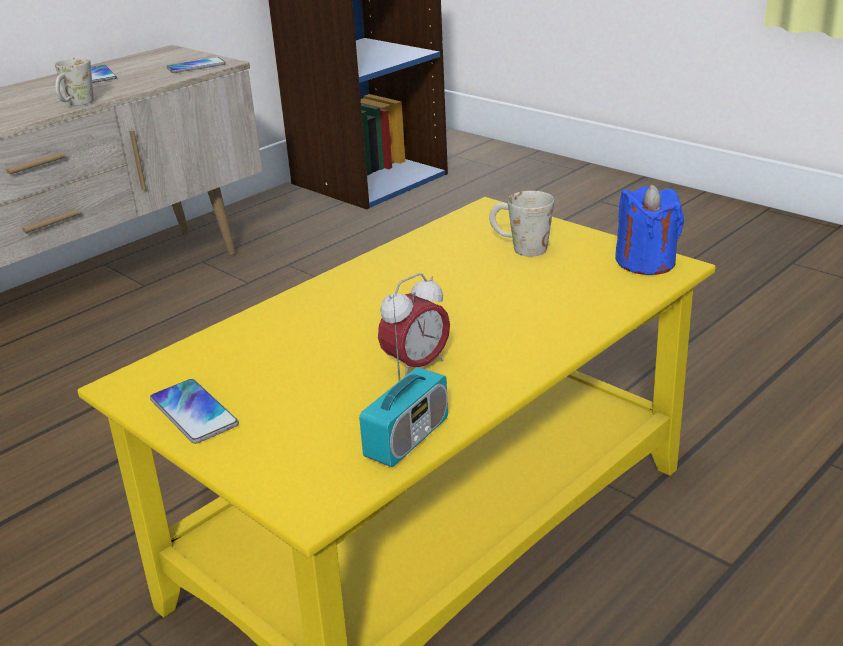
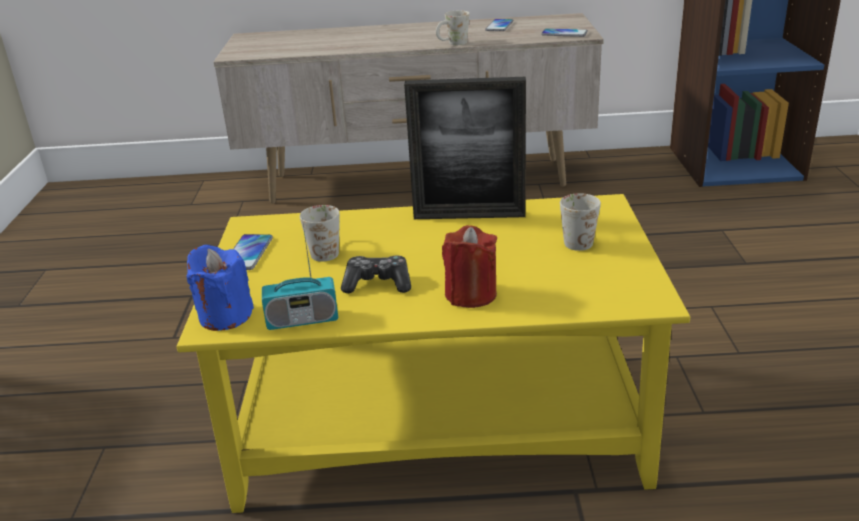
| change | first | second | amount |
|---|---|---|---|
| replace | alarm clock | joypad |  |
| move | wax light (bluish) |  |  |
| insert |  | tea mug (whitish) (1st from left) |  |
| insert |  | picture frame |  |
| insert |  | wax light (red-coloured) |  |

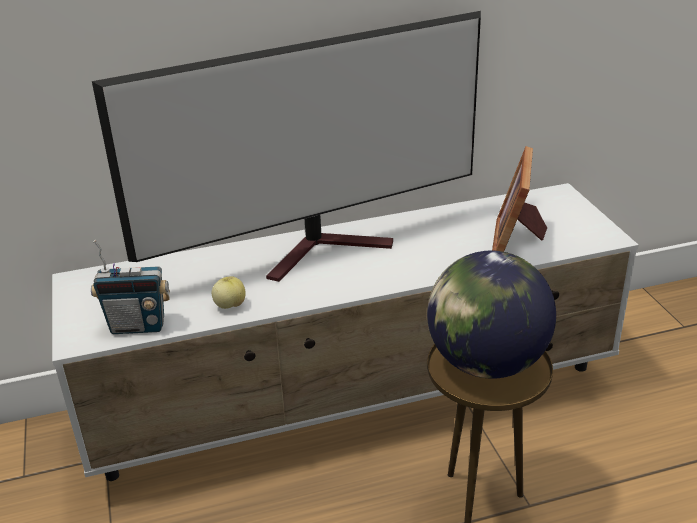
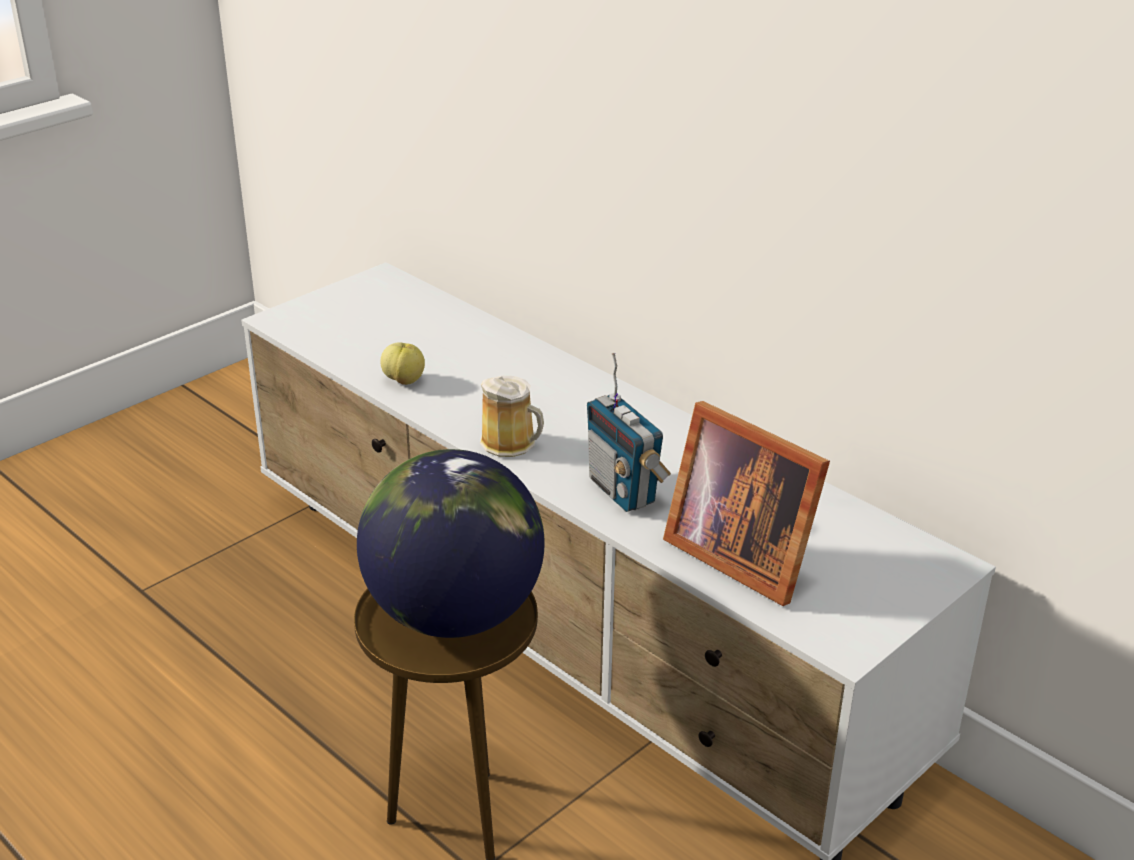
| change | first | second | amount |
|---|---|---|---|
| move | radio |  |  |
| delete | TV set |  |  |
| rotate | picture frame |  | 120 degrees counterclockwise |
| insert |  | tea mug |  |

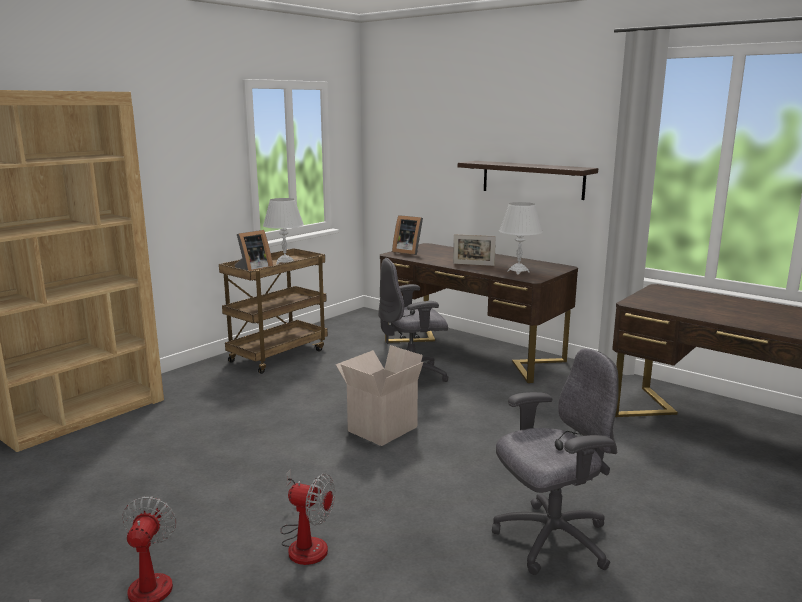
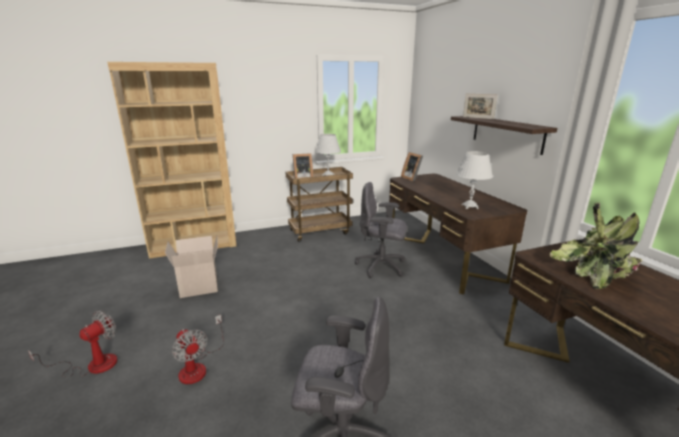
| change | first | second | amount |
|---|---|---|---|
| move | carton |  |  |
| move | picture frame (3rd from left) |  |  |
| insert |  | potted plant |  |

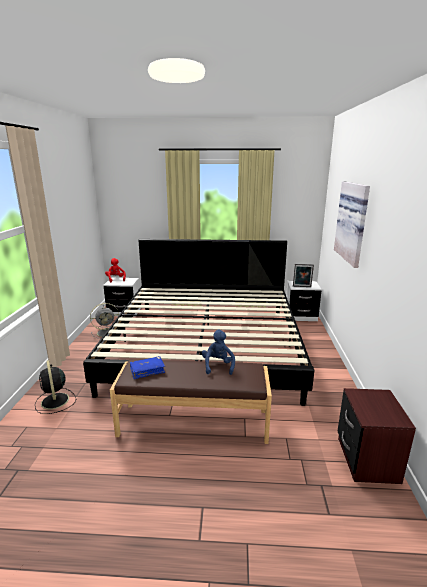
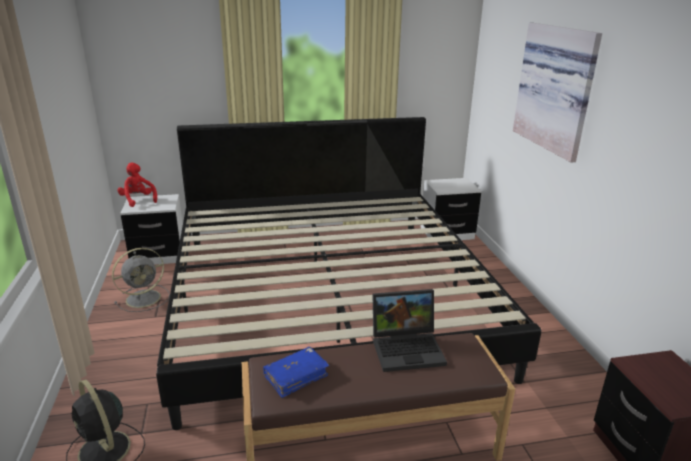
| change | first | second | amount |
|---|---|---|---|
| replace | plush toy (bluish) | laptop |  |
| delete | picture frame |  |  |

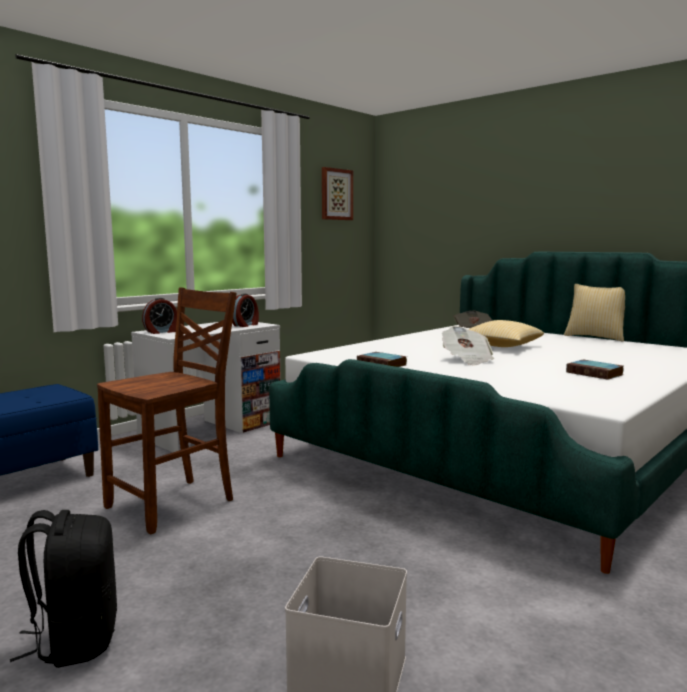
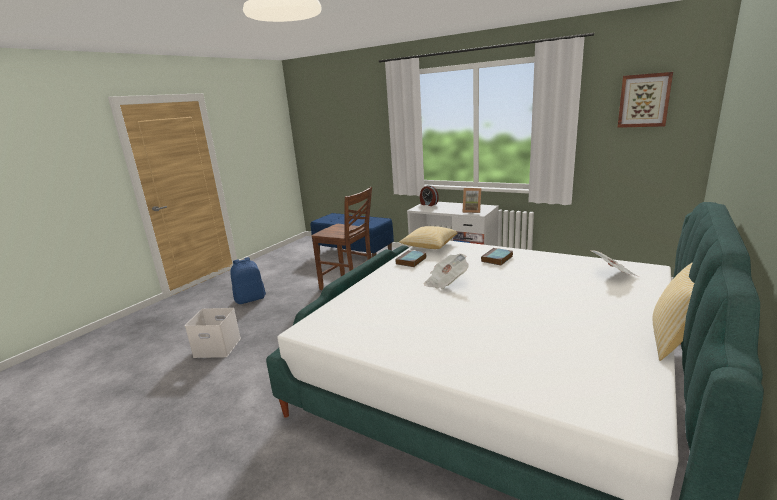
| change | first | second | amount |
|---|---|---|---|
| recolor | knapsack (black) | knapsack (bluish) |  |
| replace | alarm clock (2nd from left) | picture frame |  |
| move | throw pillow (1st from left) |  |  |
| move | bound book (2nd from left) |  |  |

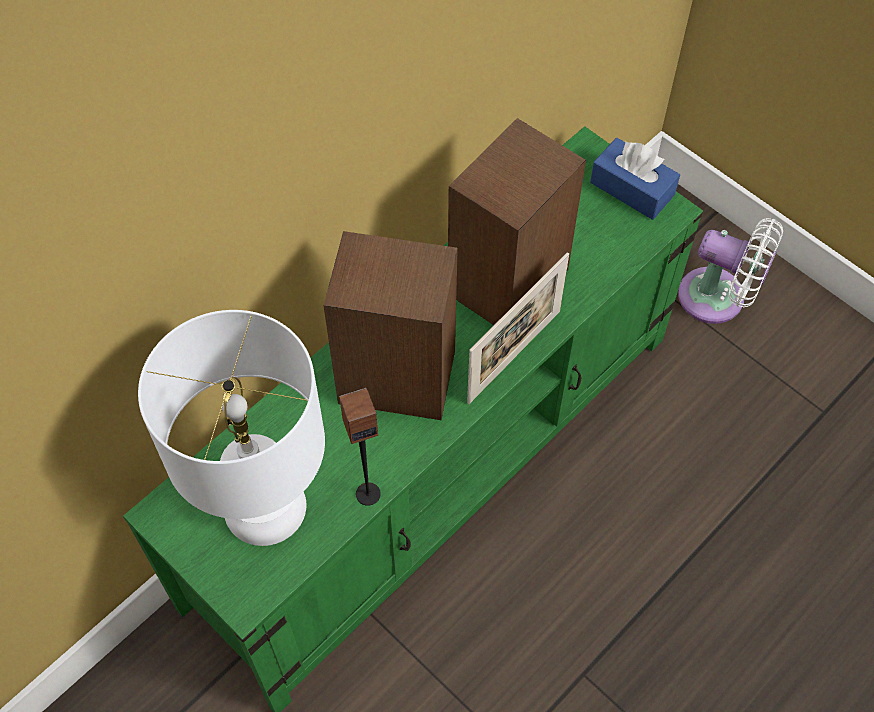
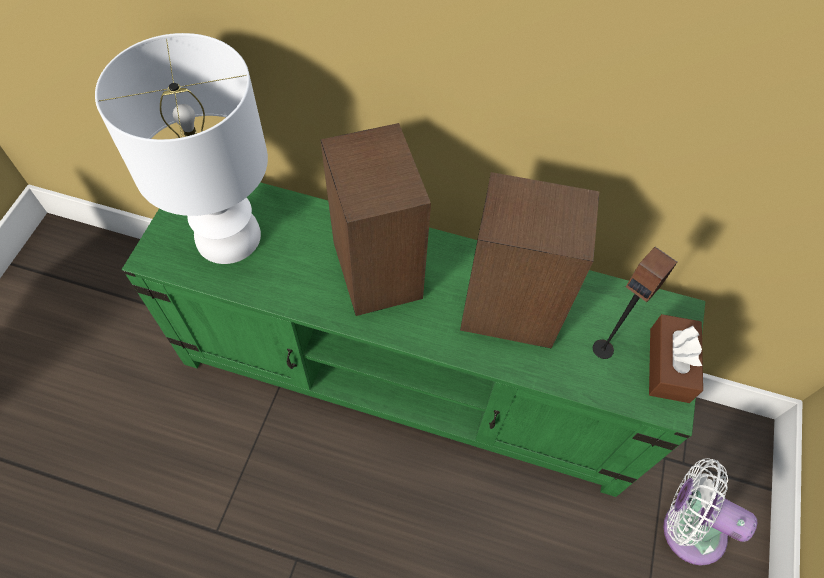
| change | first | second | amount |
|---|---|---|---|
| move | speaker (1st from left in the first image) | speaker (3rd from left) |  |
| delete | picture frame |  |  |
| recolor | tissue holder (bluish) | tissue holder (brown) |  |
| rotate | fan (whitish) |  | 120 degrees clockwise |

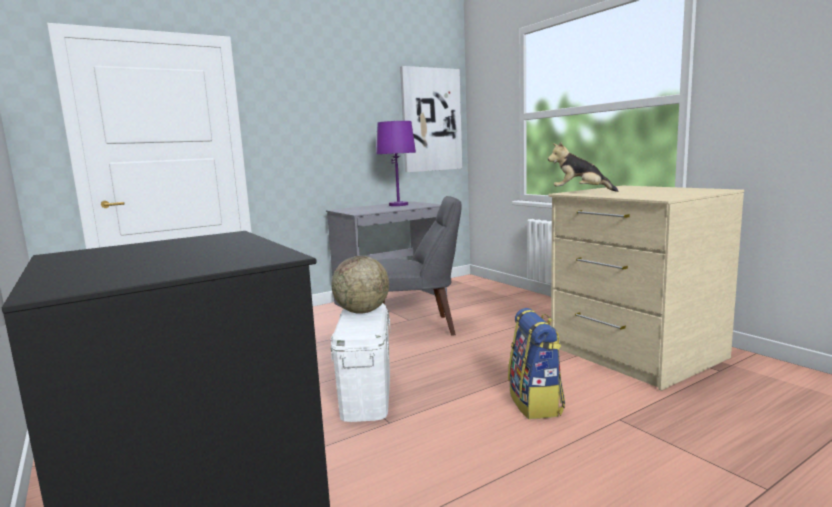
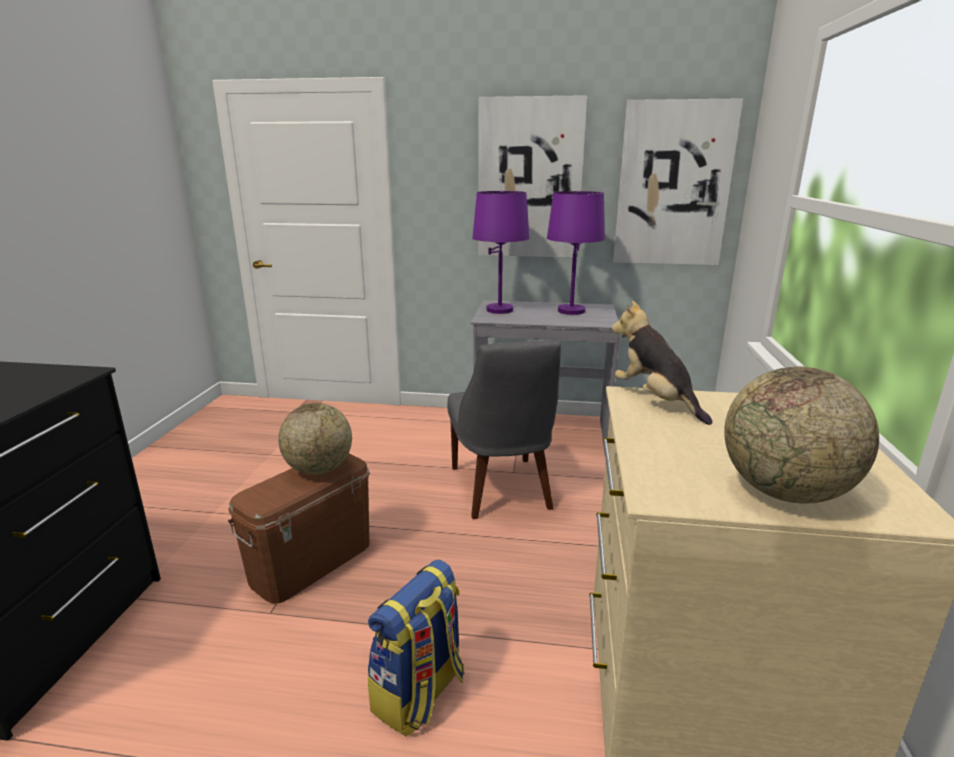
| change | first | second | amount |
|---|---|---|---|
| recolor | storage bin (whitish) | storage bin (brown) |  |
| rotate | plain chair (grey) |  | 45 degrees clockwise |
| insert |  | table lamp (purple) (1st from left) |  |
| insert |  | wall art (1st from left) |  |
| insert |  | world globe (2nd from left) |  |

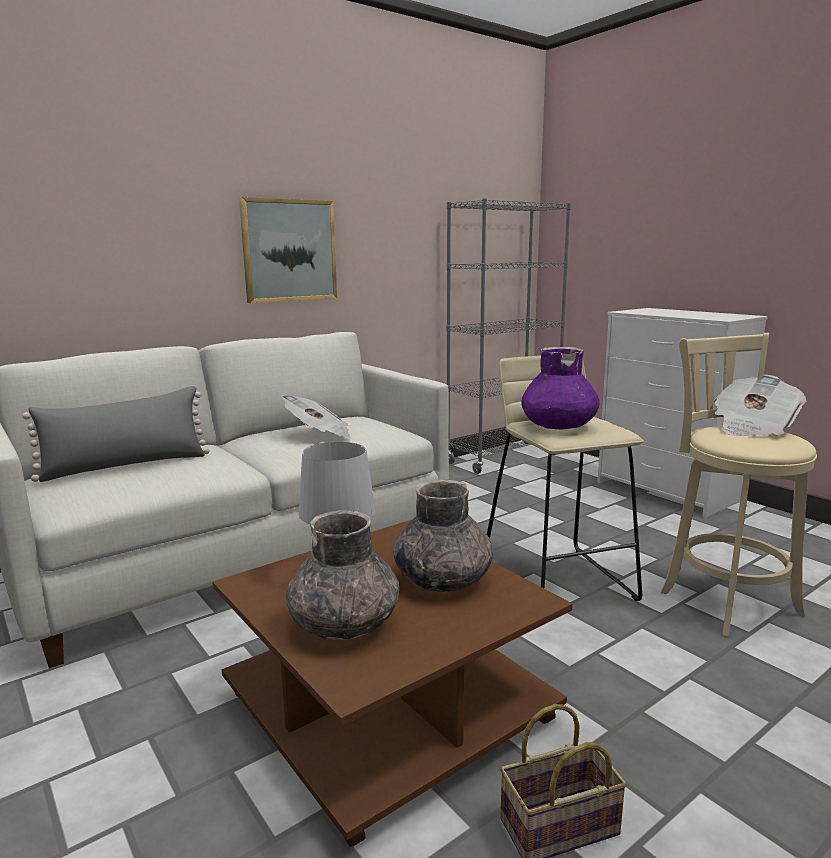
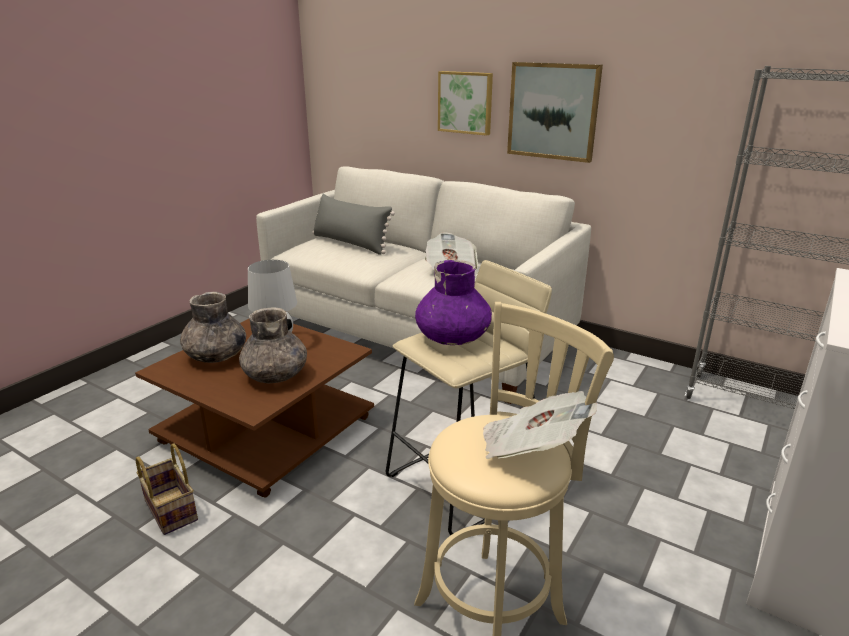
| change | first | second | amount |
|---|---|---|---|
| insert |  | wall art (1st from left) |  |

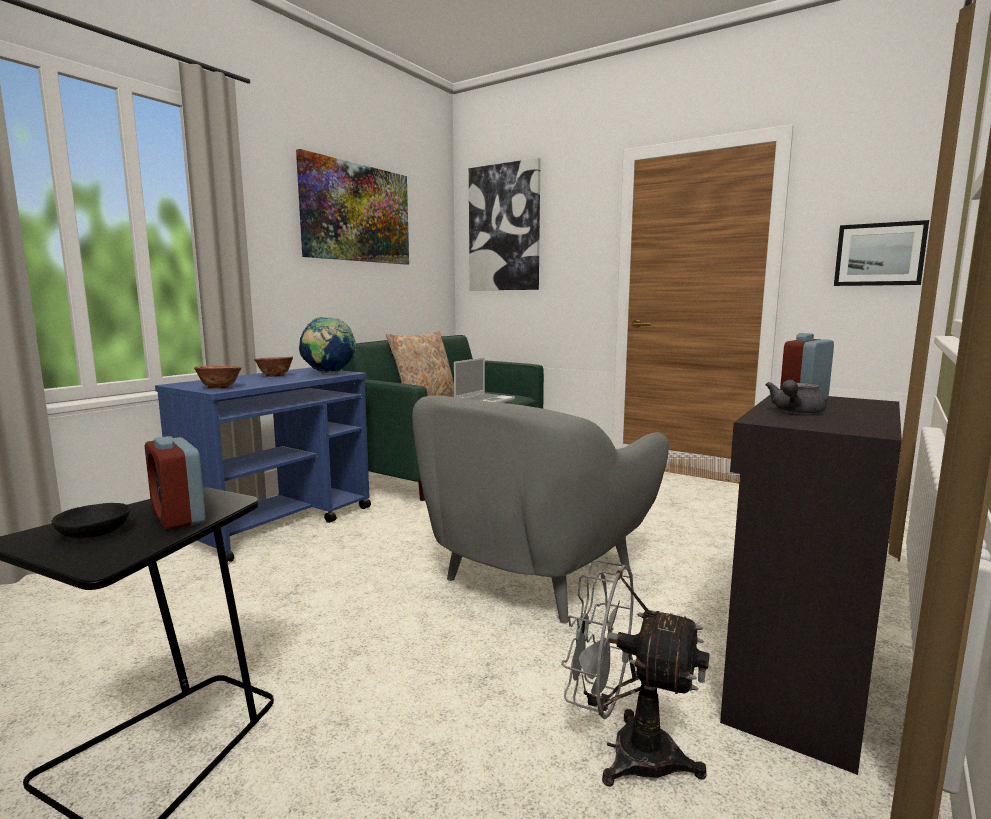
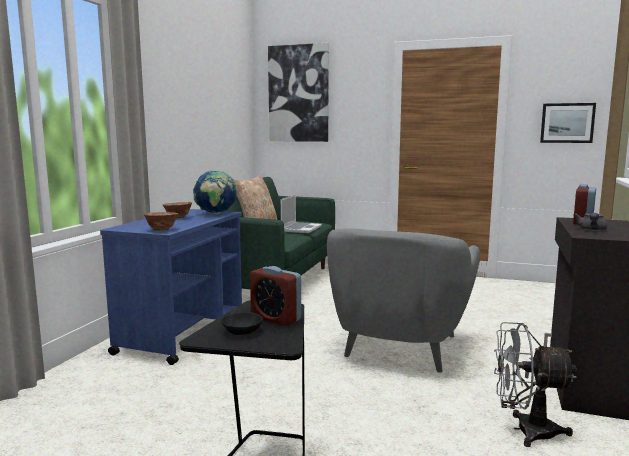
| change | first | second | amount |
|---|---|---|---|
| delete | wall art (1st from left) |  |  |

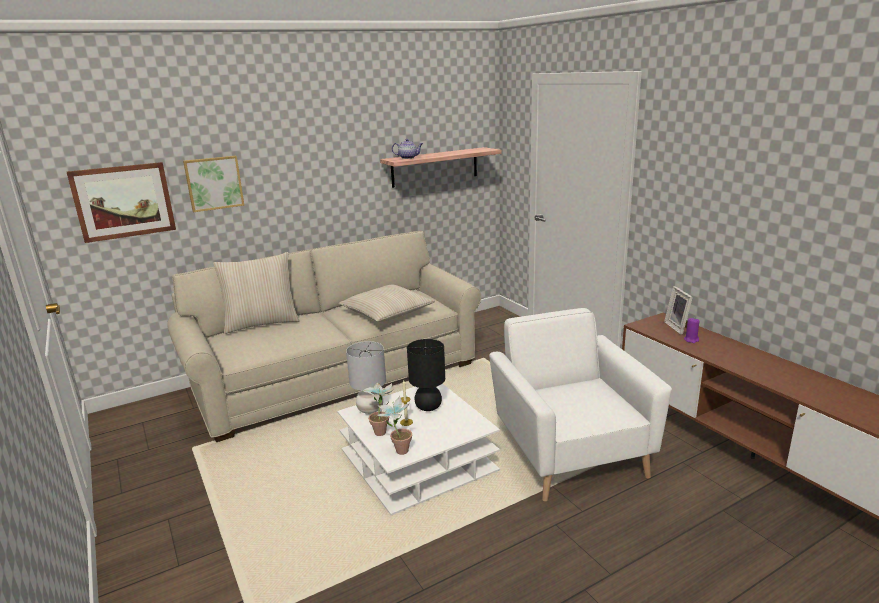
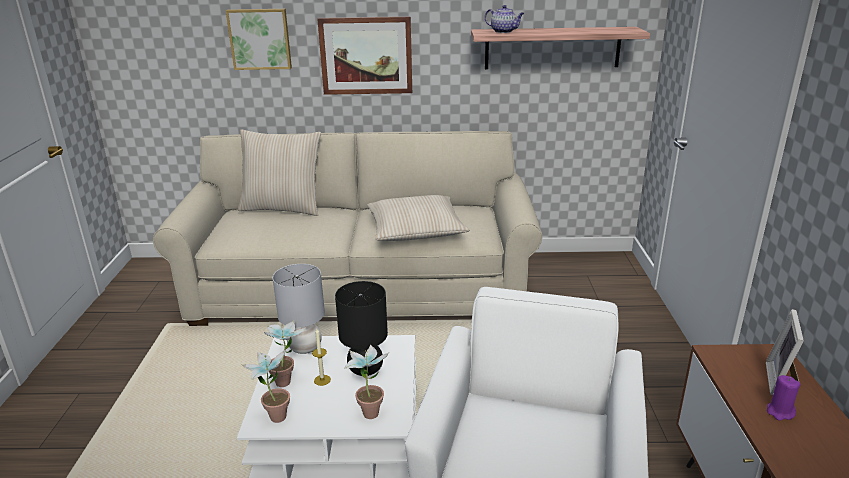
| change | first | second | amount |
|---|---|---|---|
| move | wall art (1st from left in the first image) | wall art (2nd from left) |  |
| insert |  | potted plant (3rd from left) |  |

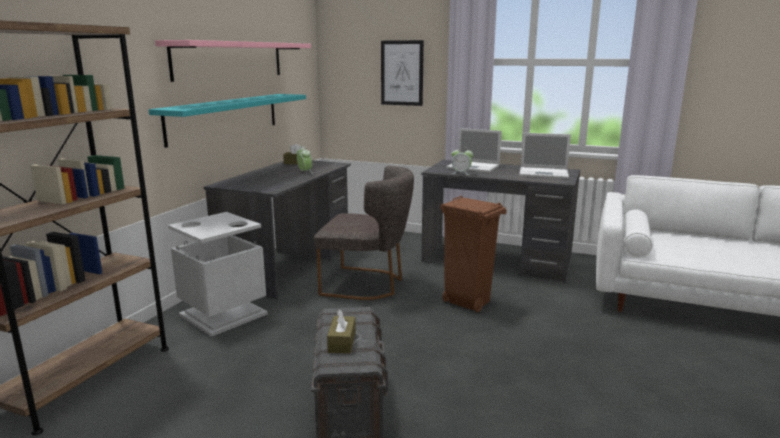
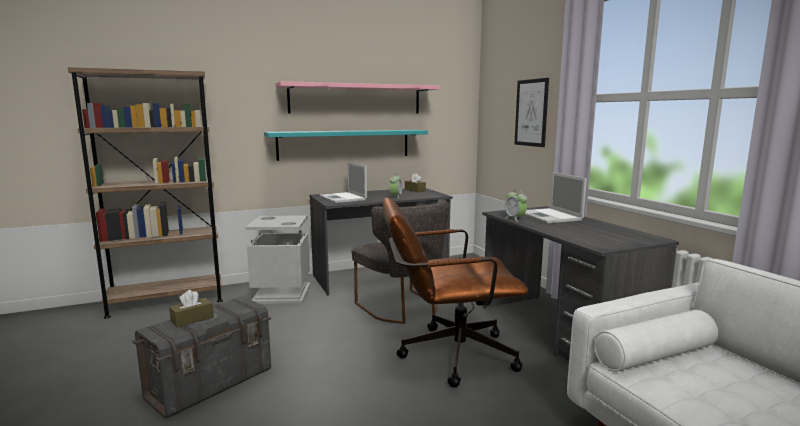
| change | first | second | amount |
|---|---|---|---|
| replace | trash can (brown) | desk chair (brown) |  |
| move | laptop (2nd from left in the first image) | laptop (1st from left) |  |

